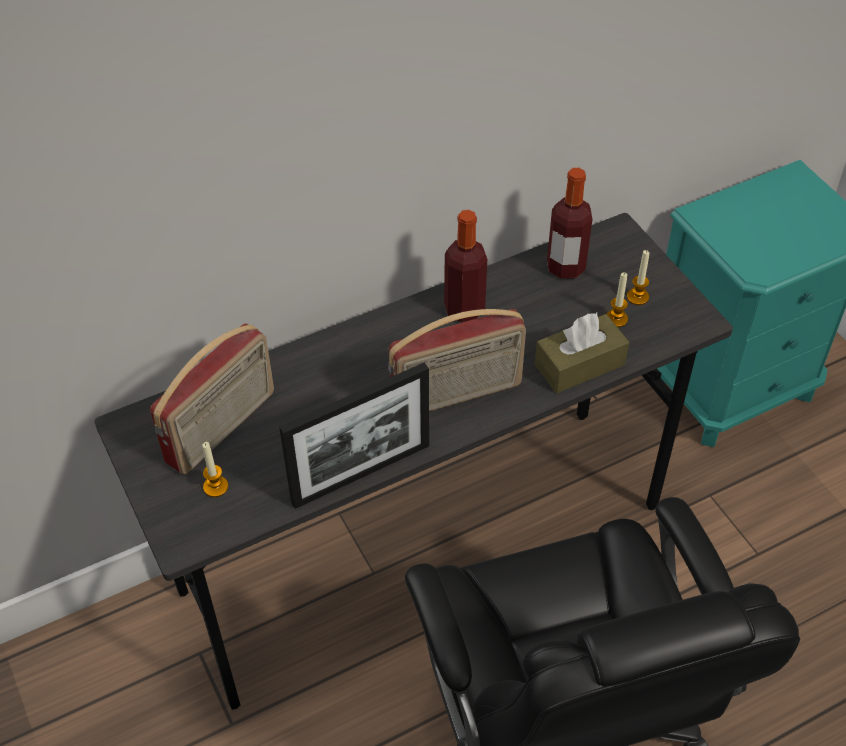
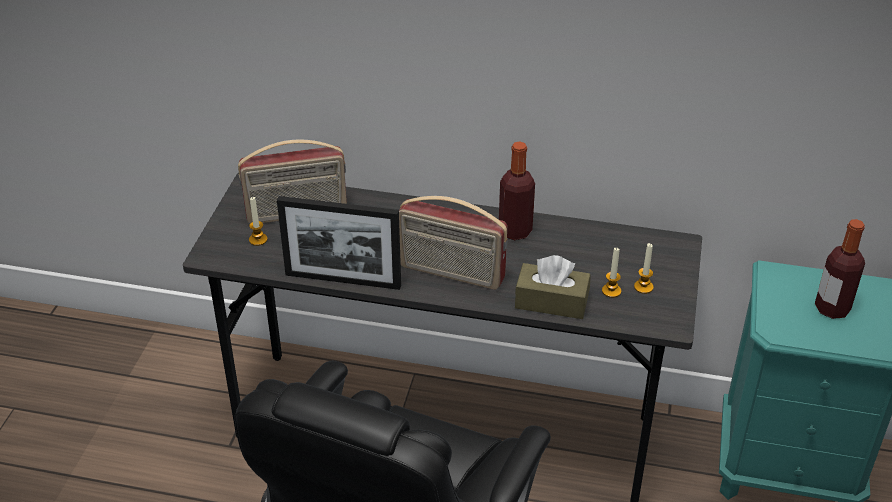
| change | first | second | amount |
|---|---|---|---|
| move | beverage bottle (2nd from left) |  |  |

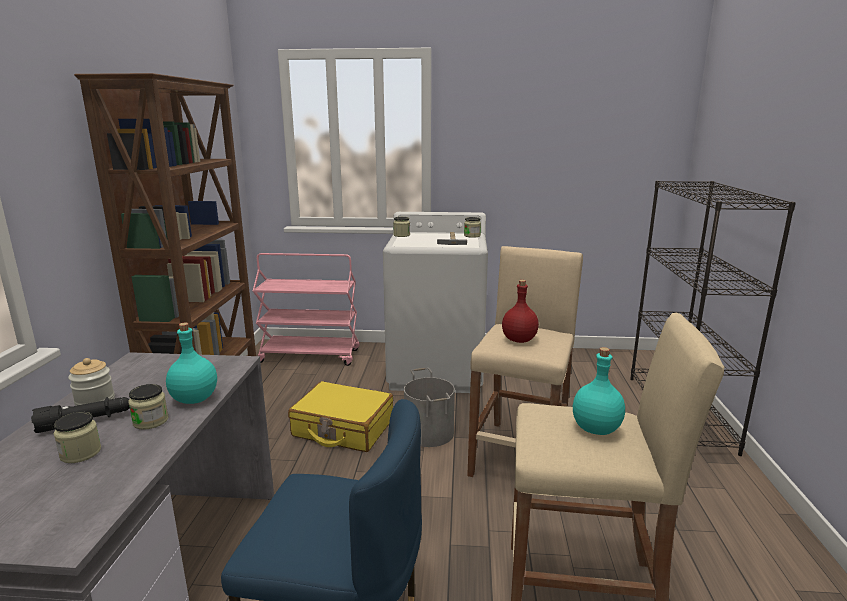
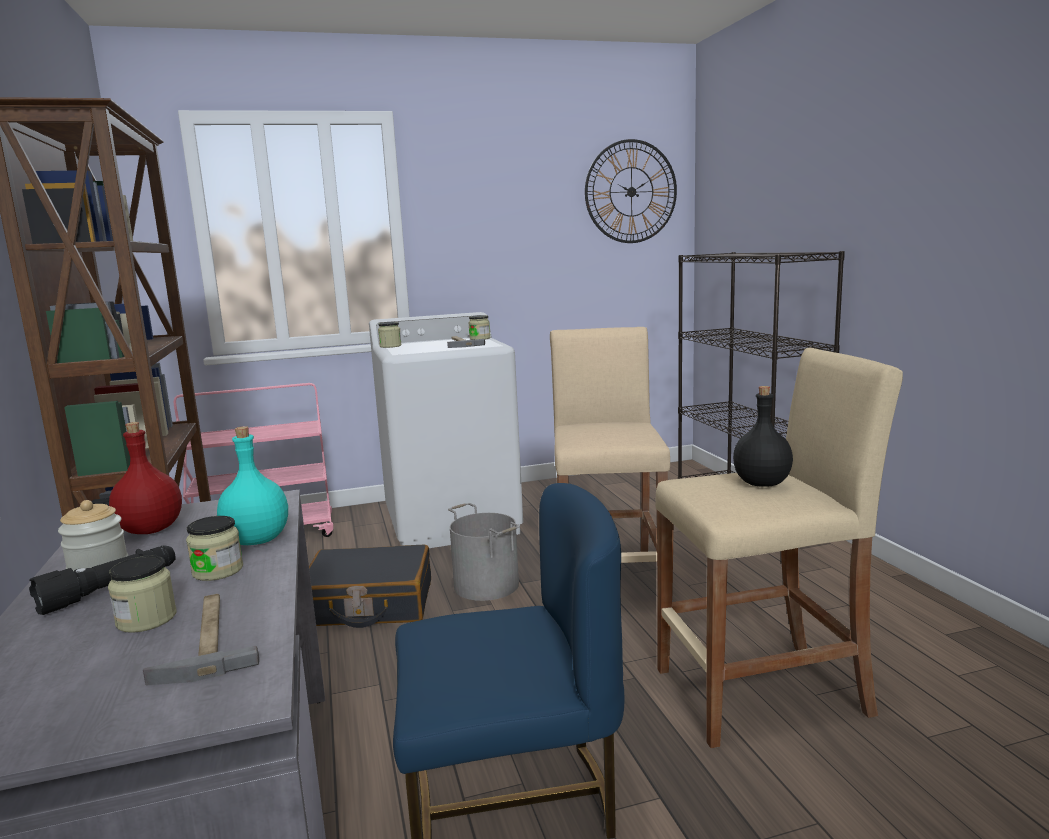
| change | first | second | amount |
|---|---|---|---|
| recolor | suitcase (yellow-coloured) | suitcase (black) |  |
| move | beverage bottle (red-coloured) |  |  |
| recolor | beverage bottle (turquoise-coloured) (2nd from left) | beverage bottle (black) |  |
| insert |  | tool hammer (1st from left) |  |
| insert |  | hanging clock |  |

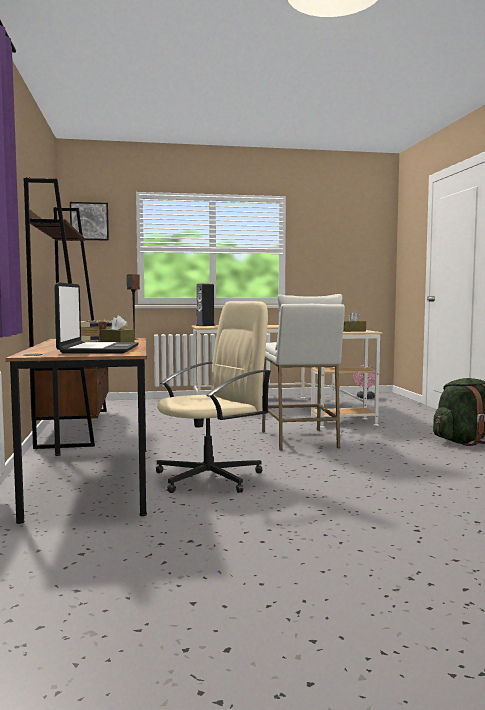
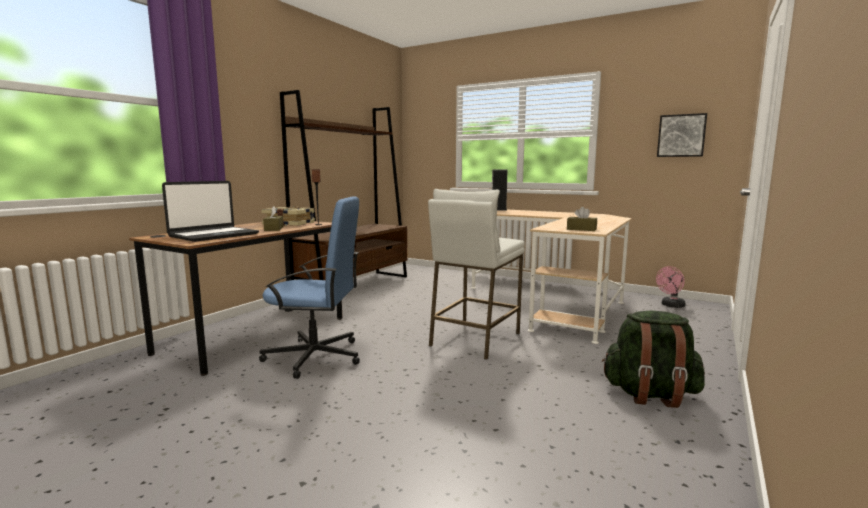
| change | first | second | amount |
|---|---|---|---|
| move | wall art |  |  |
| recolor | desk chair (beige) | desk chair (bluish) |  |

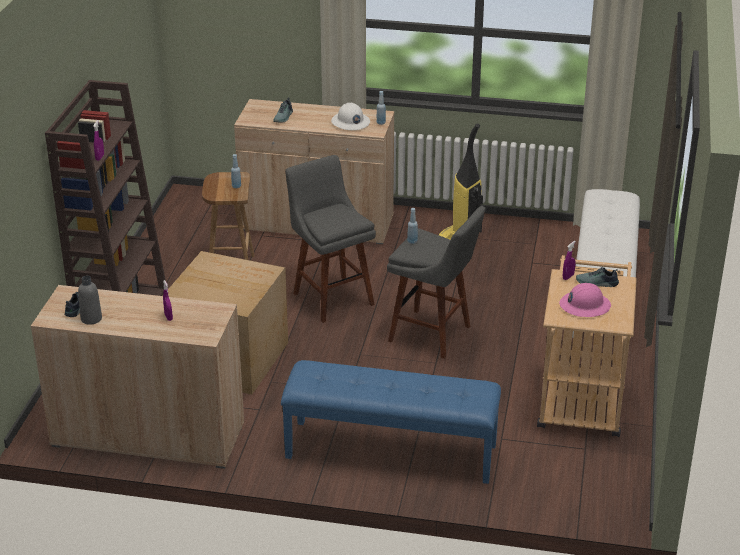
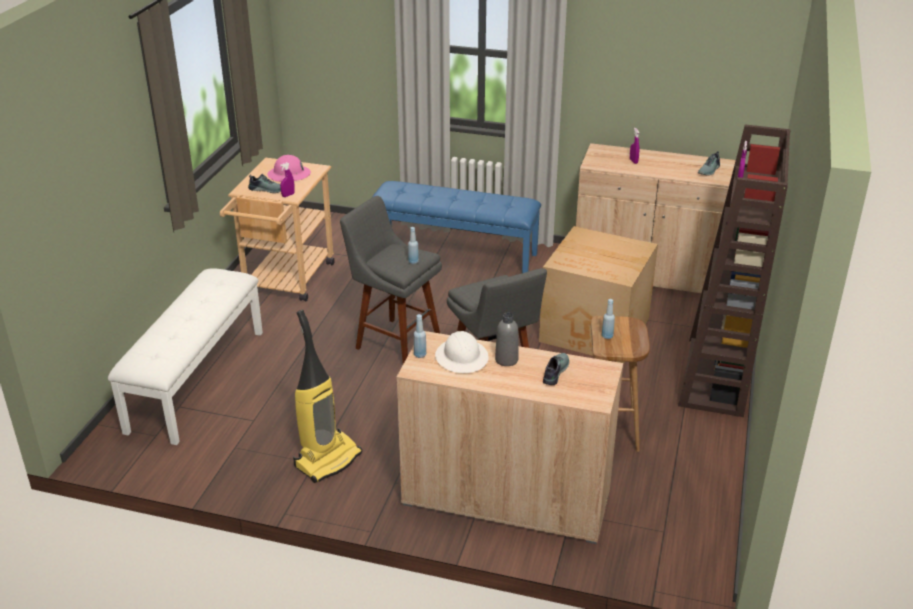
| change | first | second | amount |
|---|---|---|---|
| move | beverage bottle (grey) |  |  |

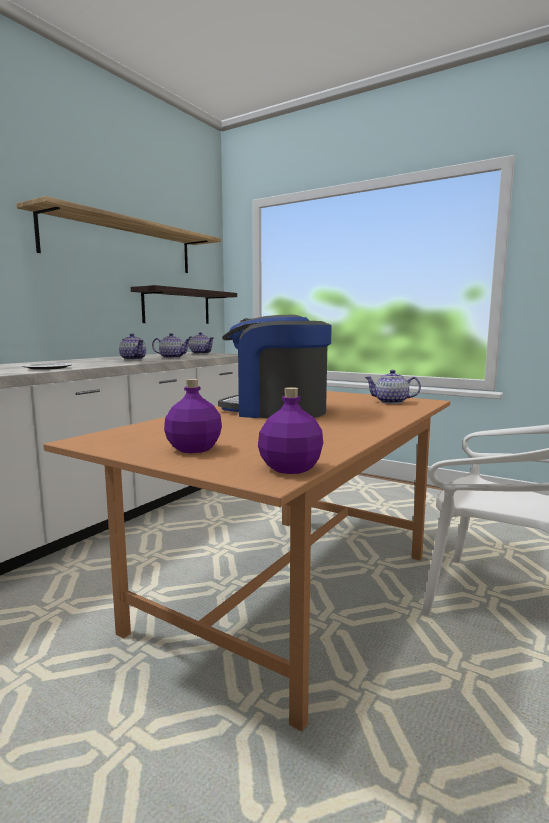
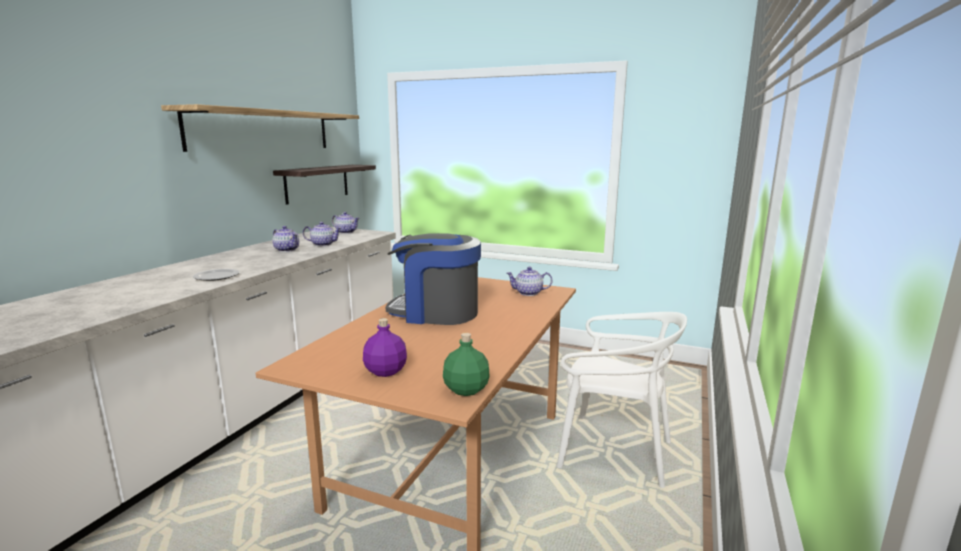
| change | first | second | amount |
|---|---|---|---|
| recolor | beverage bottle (purple) (2nd from left) | beverage bottle (green-coloured) |  |

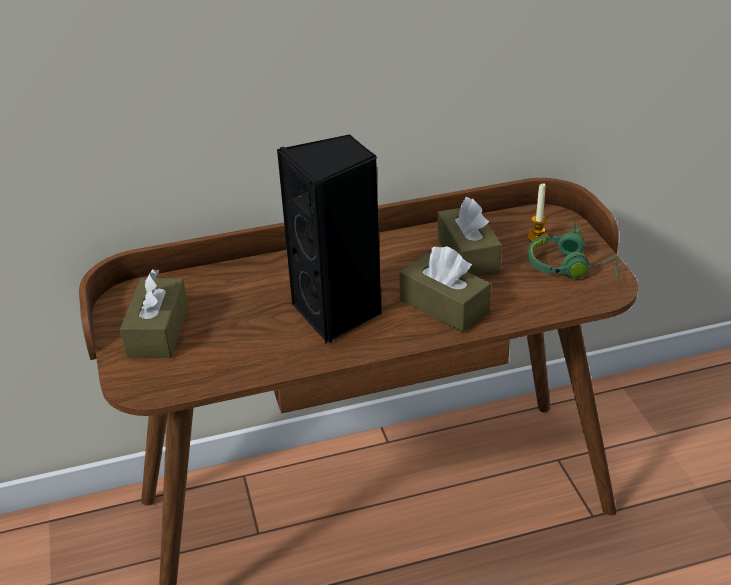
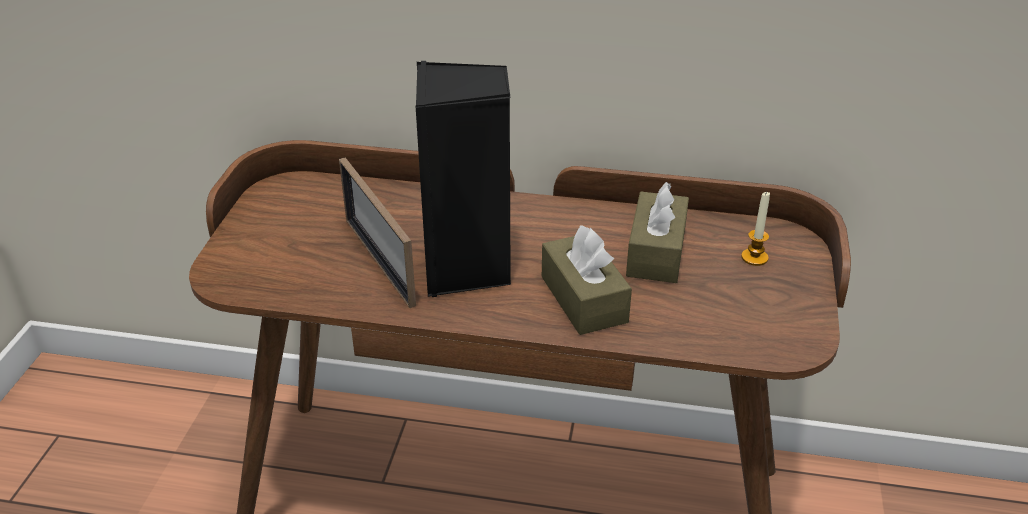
| change | first | second | amount |
|---|---|---|---|
| delete | tissue holder (brown) (1st from left) |  |  |
| delete | headphones (green-coloured) |  |  |
| insert |  | picture frame |  |

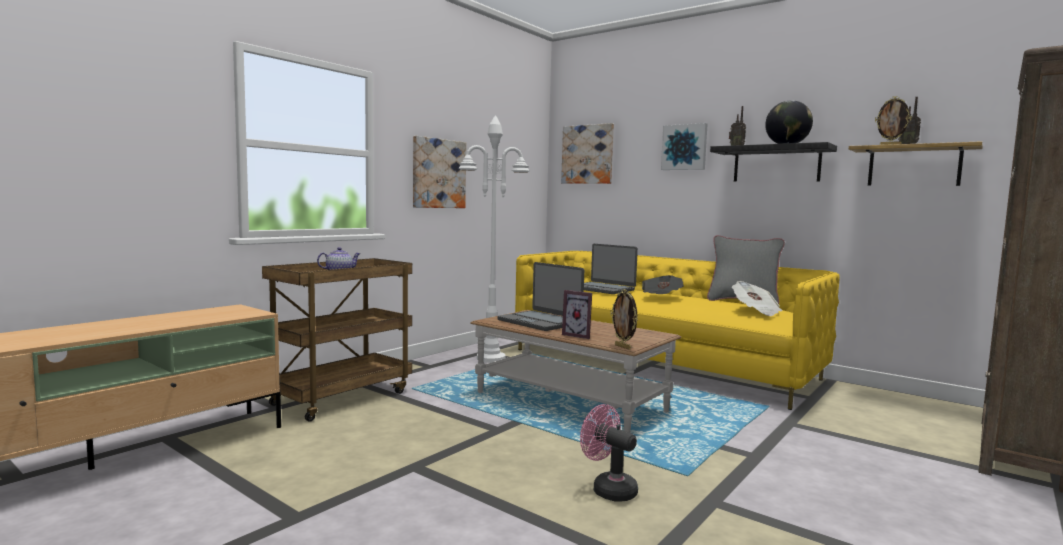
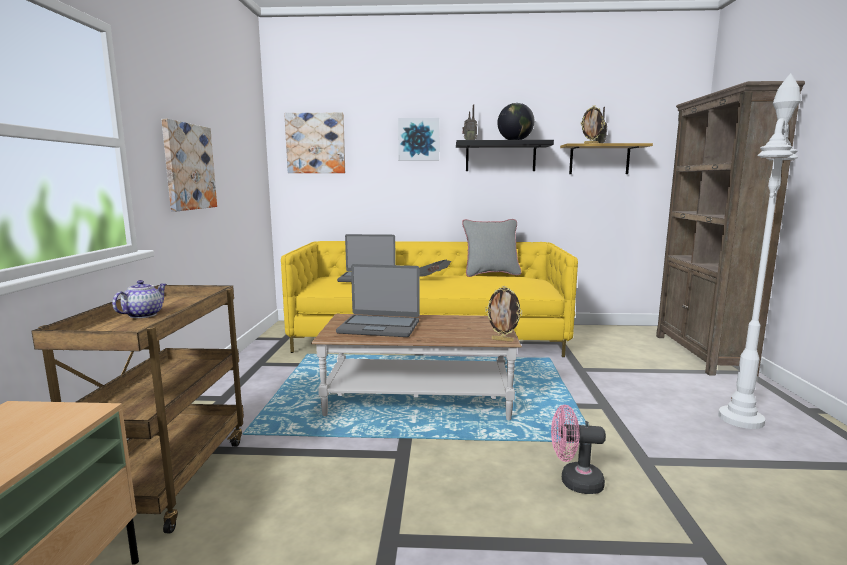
| change | first | second | amount |
|---|---|---|---|
| move | floor lamp (whitish) |  |  |
| delete | picture frame (1st from left) |  |  |
| delete | printed paper (2nd from left) |  |  |

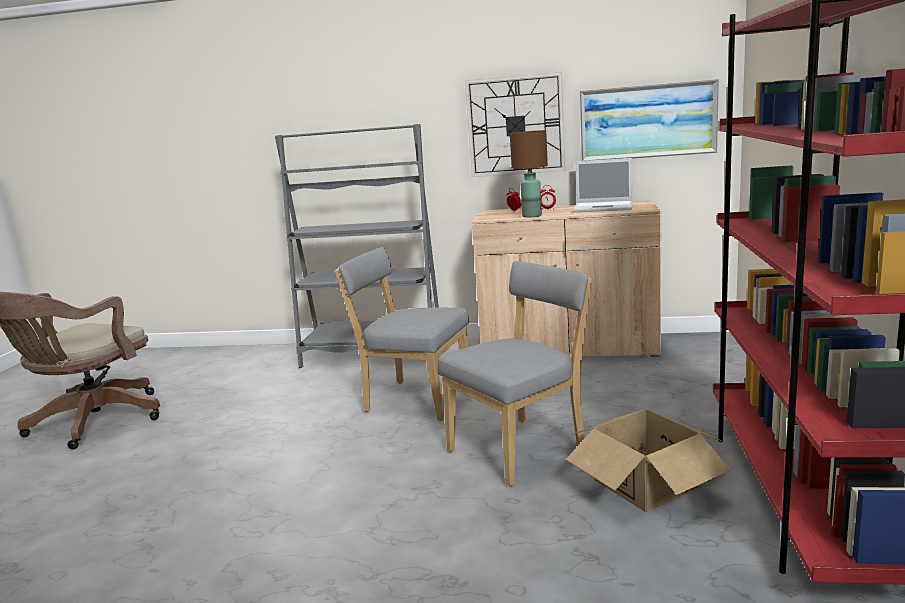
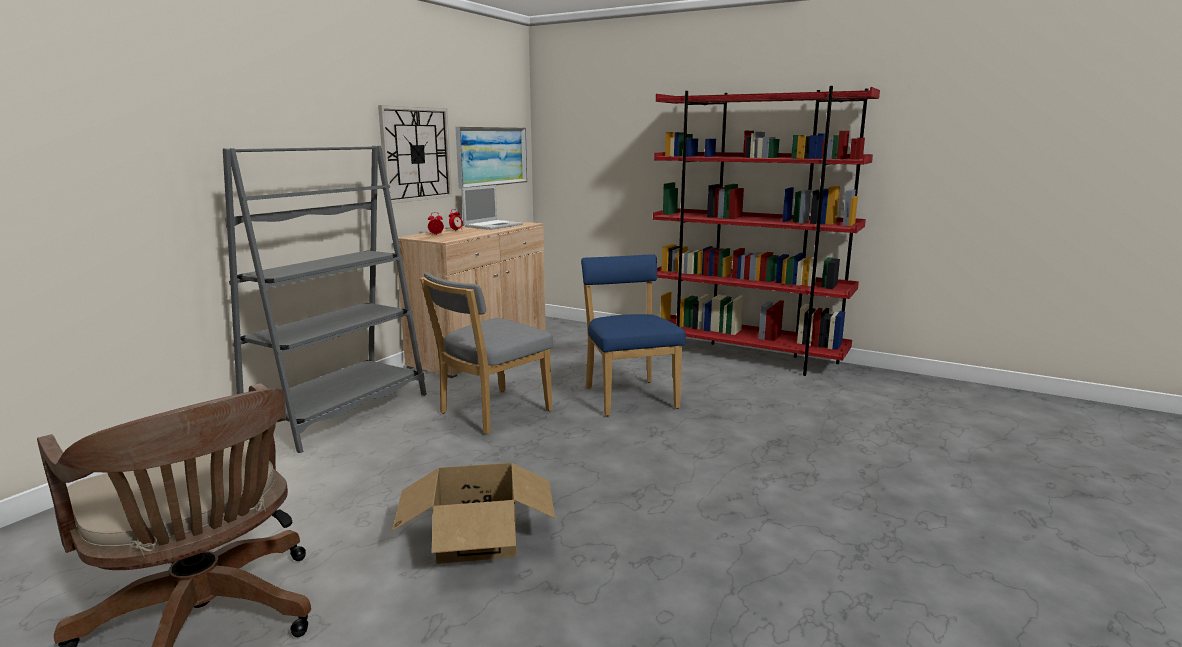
| change | first | second | amount |
|---|---|---|---|
| recolor | plain chair (grey) (2nd from left) | plain chair (bluish) |  |
| delete | table lamp (brown) |  |  |
| move | carton |  |  |

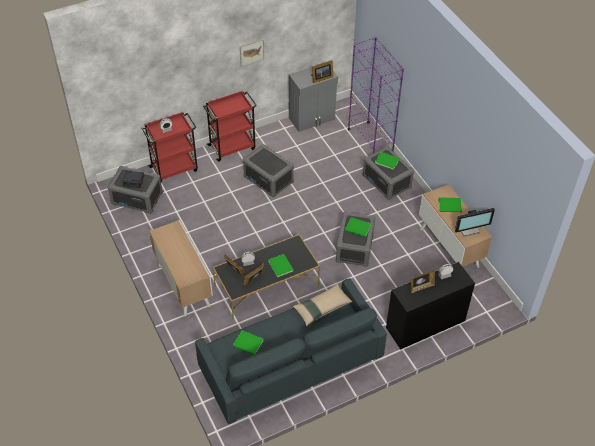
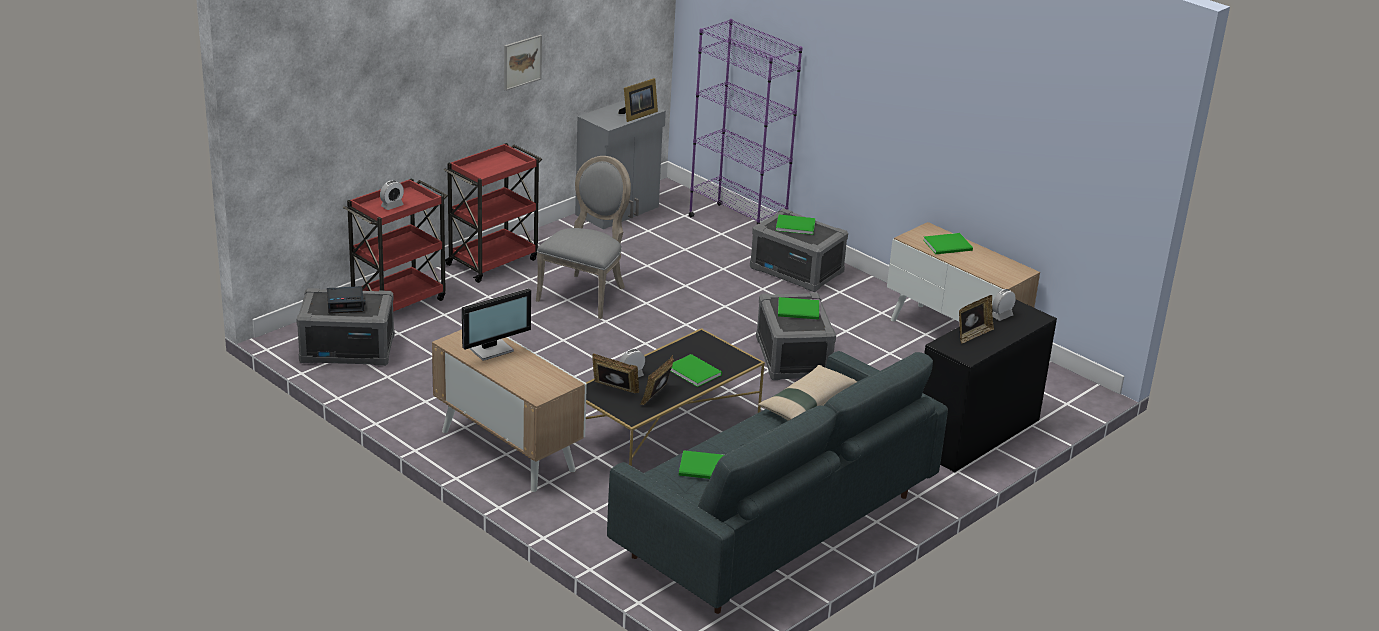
| change | first | second | amount |
|---|---|---|---|
| replace | storage bin (grey) (2nd from left) | plain chair (grey) |  |
| move | computer display |  |  |

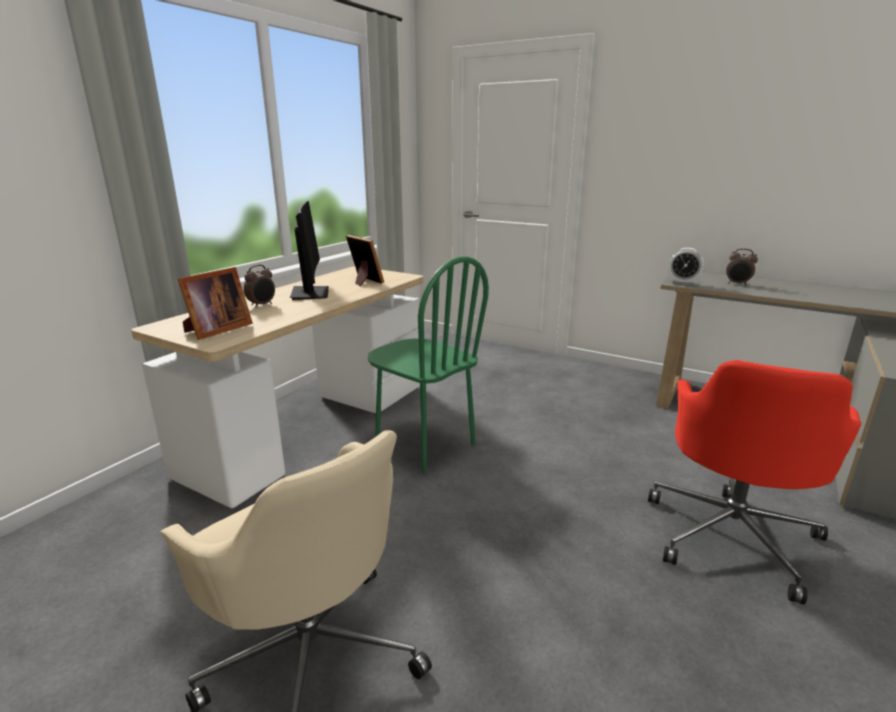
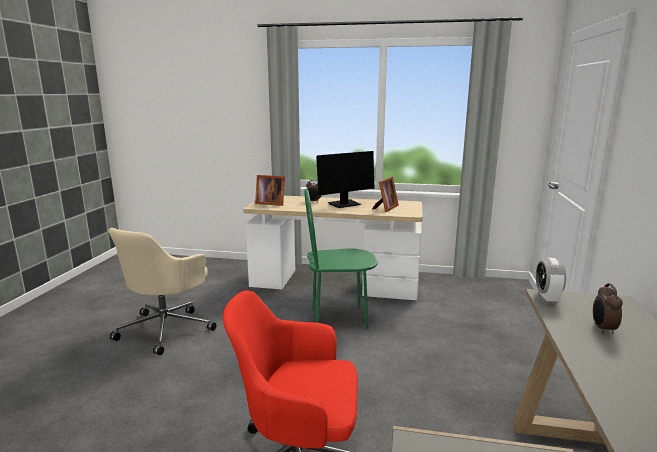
| change | first | second | amount |
|---|---|---|---|
| rotate | plain chair (green-coloured) |  | 60 degrees clockwise |

